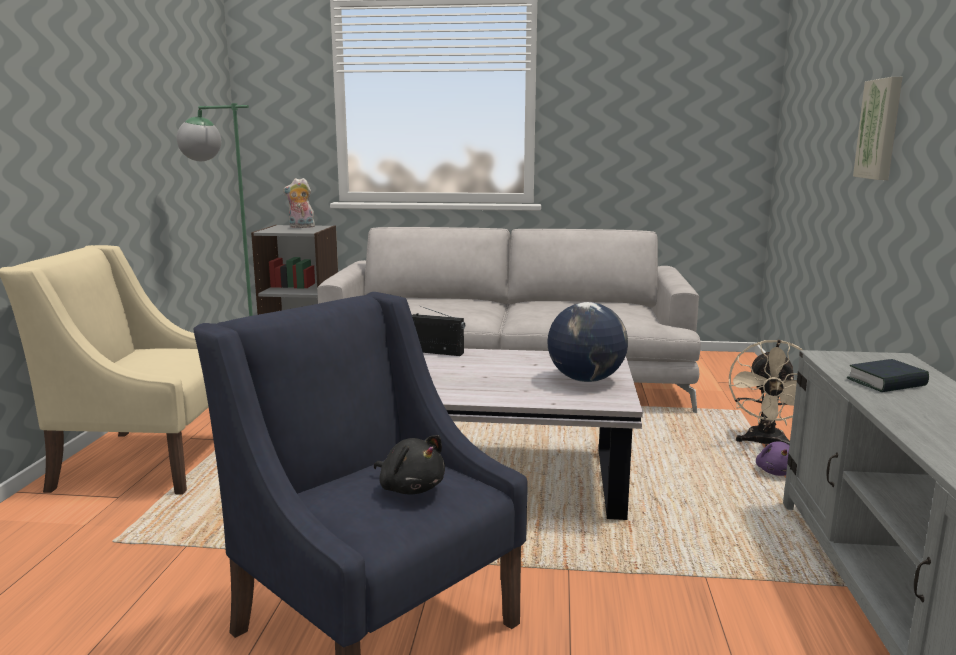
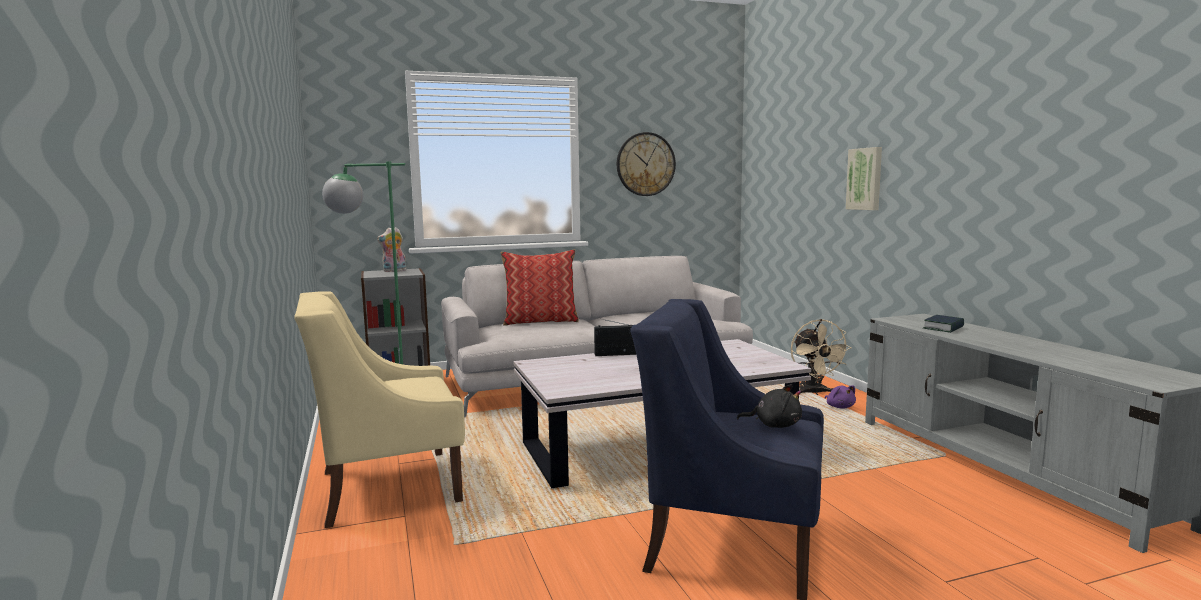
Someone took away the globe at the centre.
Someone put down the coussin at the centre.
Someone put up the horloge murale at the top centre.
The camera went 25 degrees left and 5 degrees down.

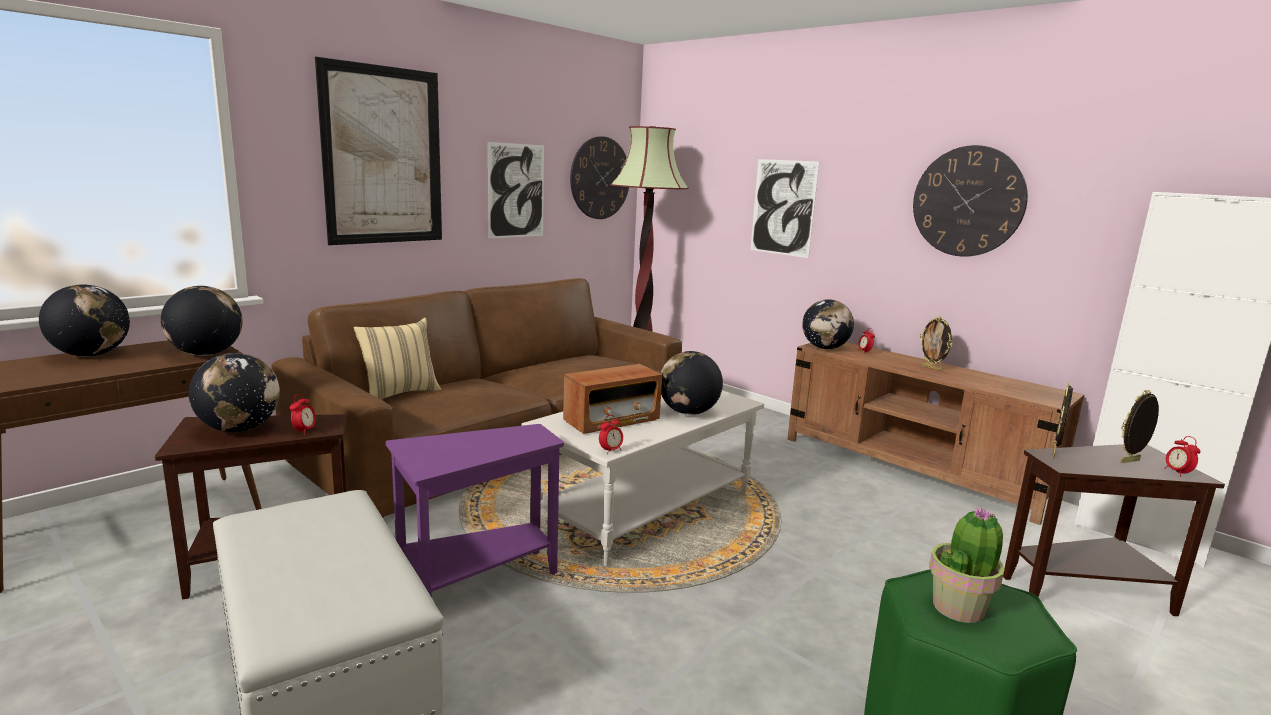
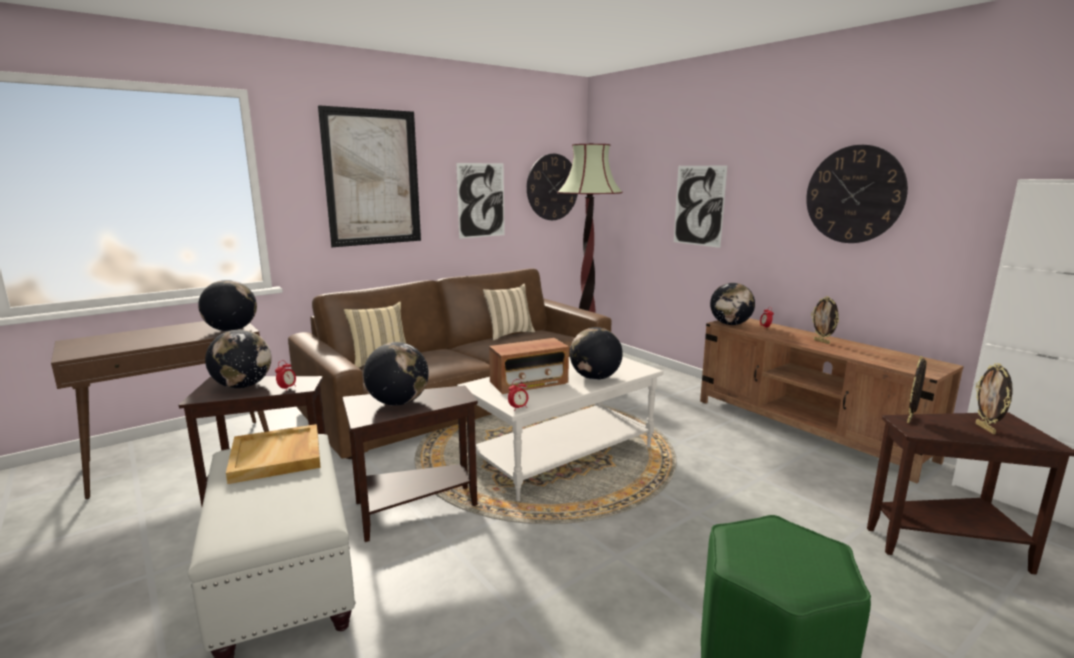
Someone carried the globe (1st from left in the first image) from the middle left to the centre.
Someone repainted the table d'appoint (violet) at the bottom centre, which became the table d'appoint (marron) (2nd from left) at the bottom centre.
Someone took away the plante en pot at the bottom right.
Someone rotated the cadre photo (3rd from left) at the middle right by 75 degrees counterclockwise.
Someone took away the réveil (4th from left) at the middle right.
Someone put down the plateau (beige) at the bottom left.
Someone put down the coussin (beige) (2nd from left) at the centre.
The camera went 10 degrees right and 0 degrees up.

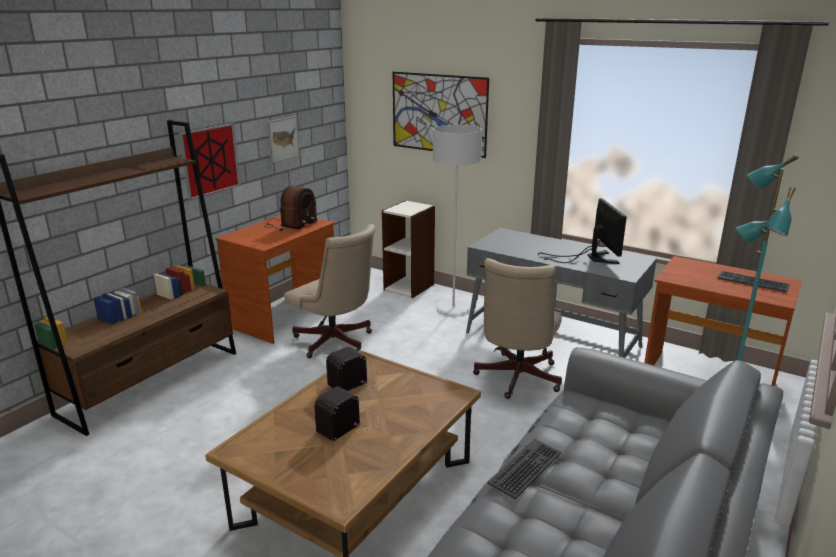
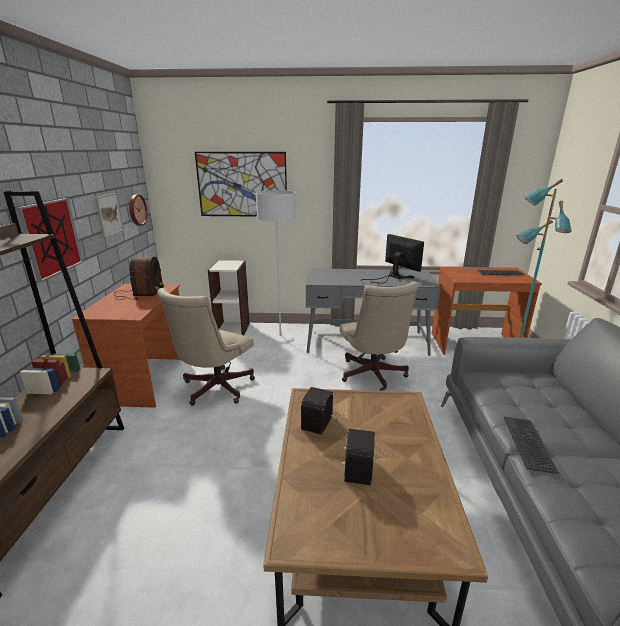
Someone rotated the chaise de bureau (beige) (1st from left) at the centre by 105 degrees clockwise.
Someone put up the horloge murale at the middle left.
The camera went 30 degrees left and 0 degrees up.

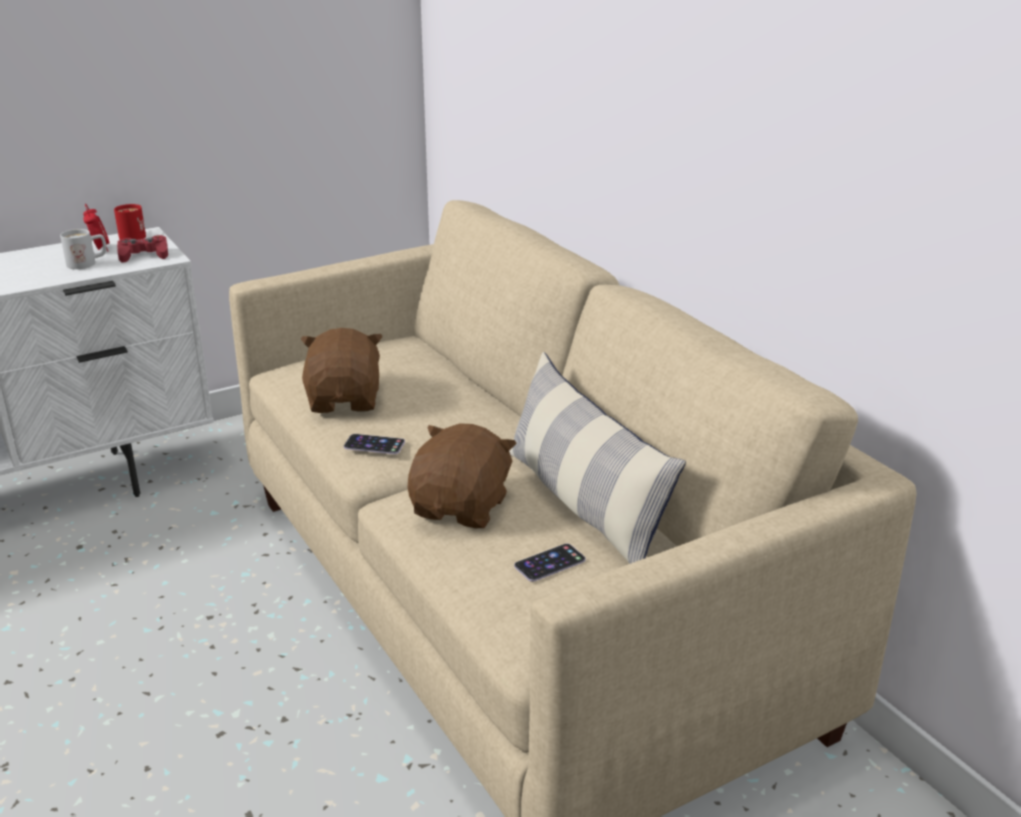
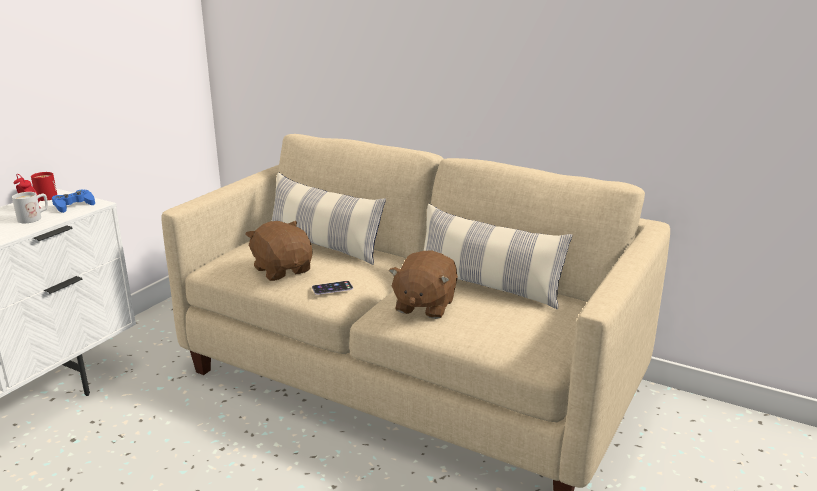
Someone repainted the manette (rouge) at the top left, which became the manette (bleu) at the middle left.
Someone rotated the peluche (marron) (2nd from left) at the centre by 150 degrees counterclockwise.
Someone took away the téléphone (2nd from left) at the bottom centre.
Someone put down the coussin (1st from left) at the centre.
The camera went 30 degrees left and 5 degrees down.

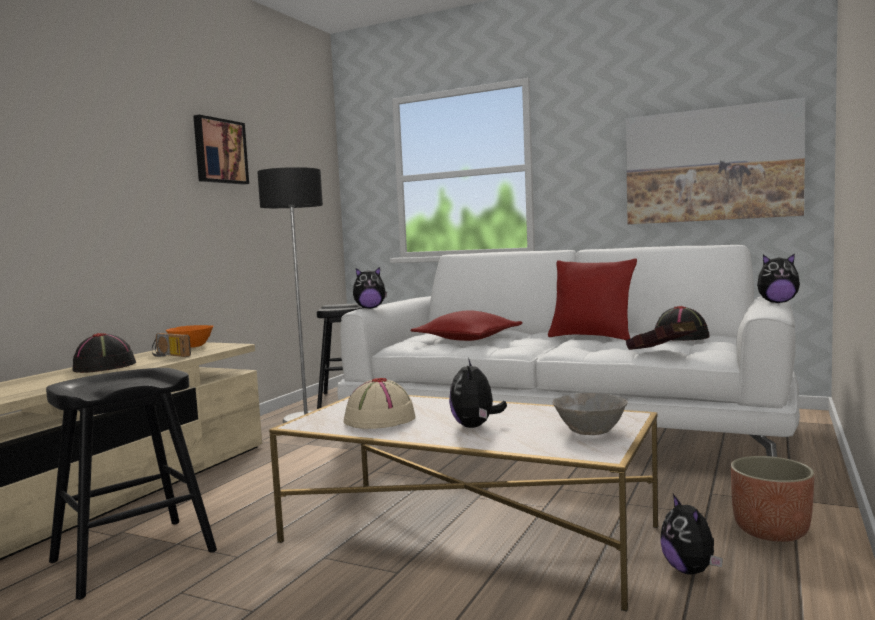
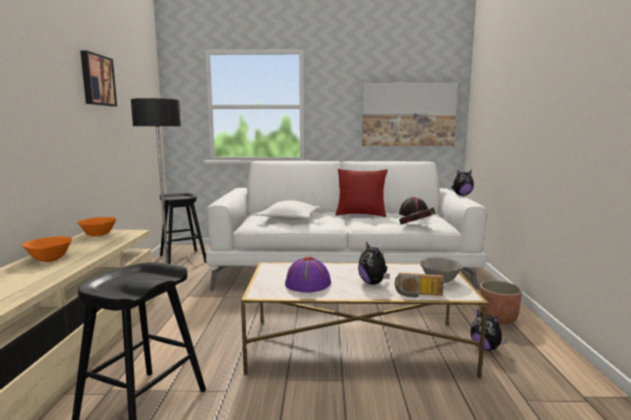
Someone swapped the chapeau (noir) (1st from left) at the middle left for the bol (orange) (1st from left) at the middle left.
Someone carried the radio from the middle left to the bottom centre.
Someone repainted the chapeau (beige) at the centre, which became the chapeau (violet) at the centre.
Someone took away the peluche (1st from left) at the centre.
Someone repainted the coussin (rouge) (1st from left) at the centre, which became the coussin (blanc) at the centre.
The camera went 25 degrees left and 5 degrees up.

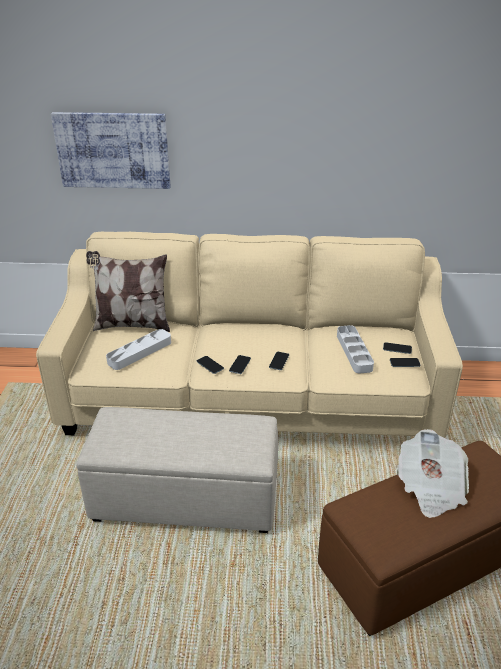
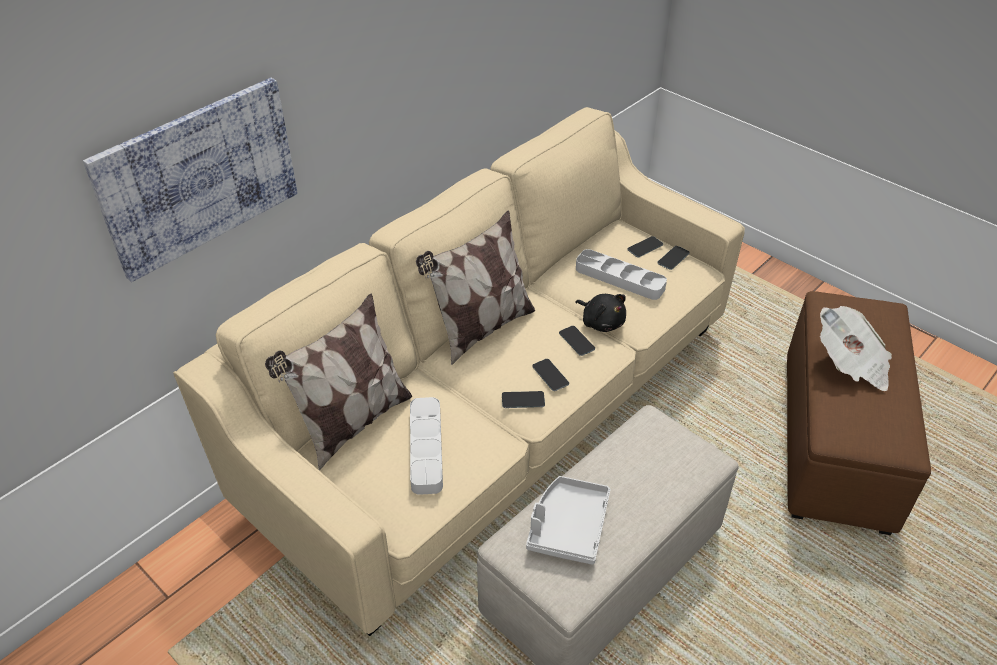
Someone put down the coussin (2nd from left) at the centre.
Someone put down the plateau (gris) (2nd from left) at the bottom centre.
Someone put down the peluche (noir) at the centre.
The camera went 50 degrees left and 10 degrees up.

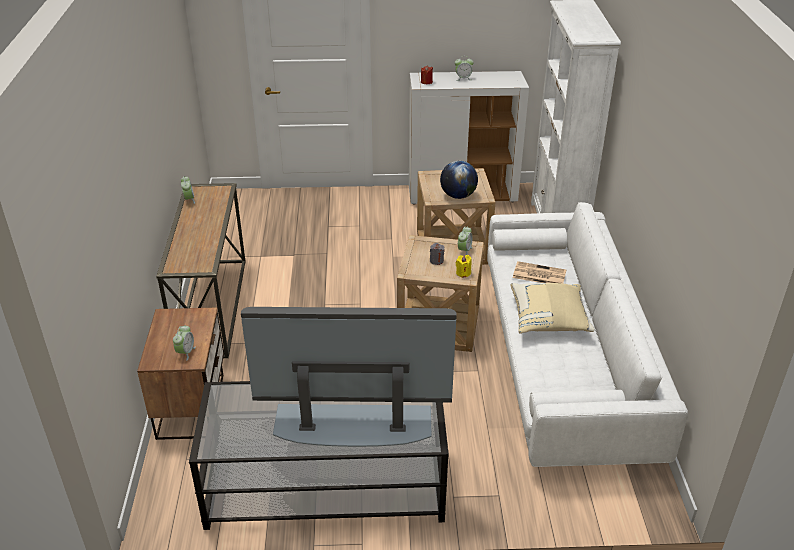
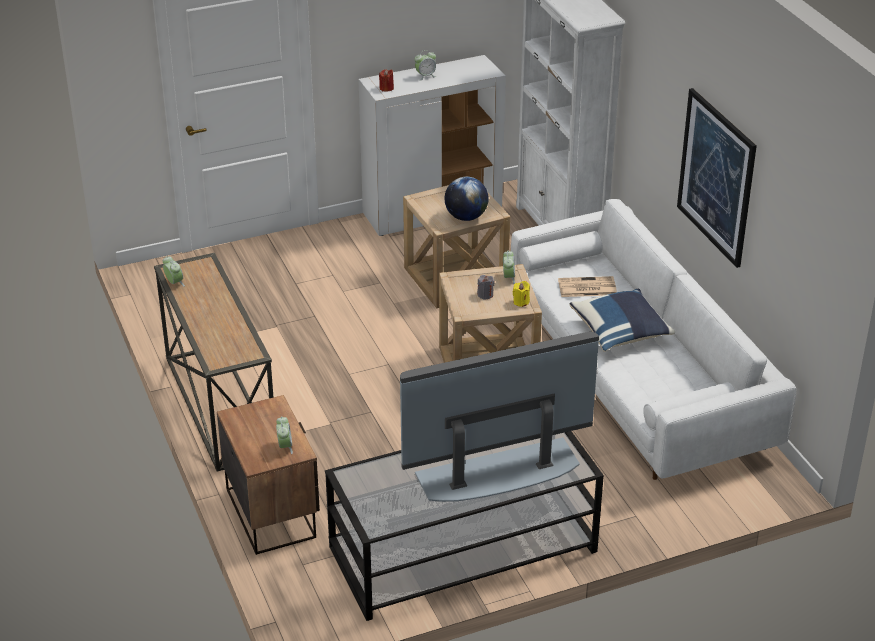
Someone repainted the coussin (beige) at the middle right, which became the coussin (bleu) at the middle right.
Someone put up the tableau at the top right.
The camera went 20 degrees left and 0 degrees up.

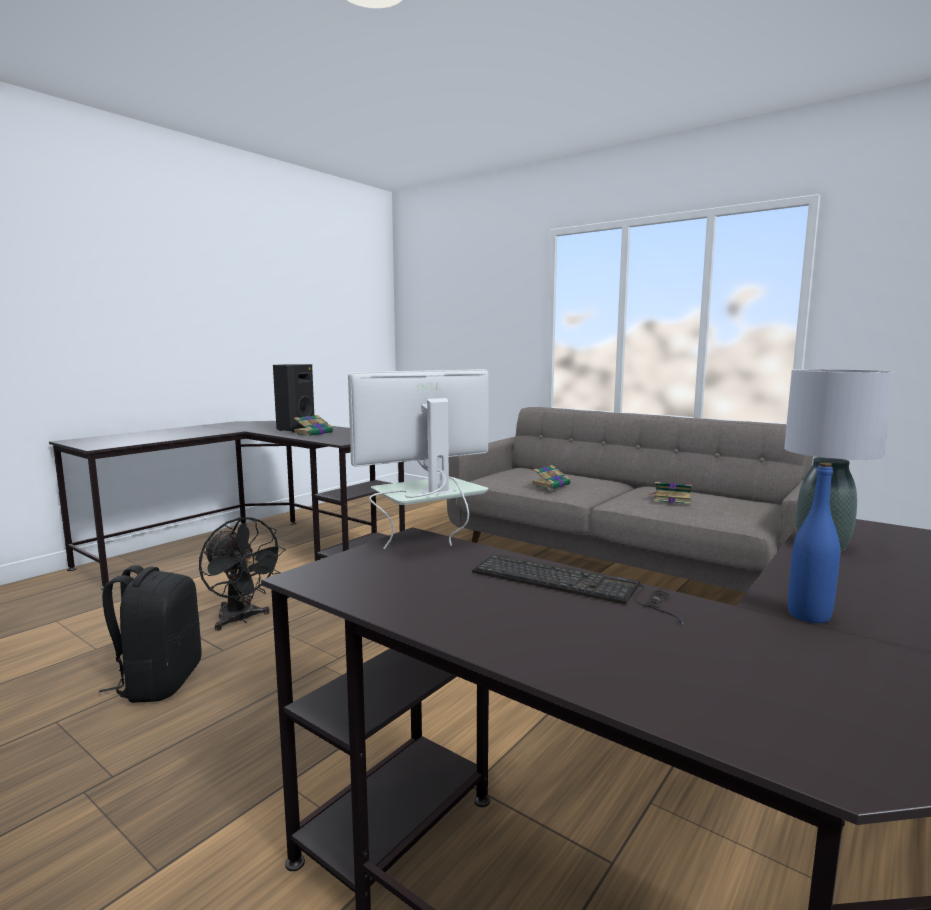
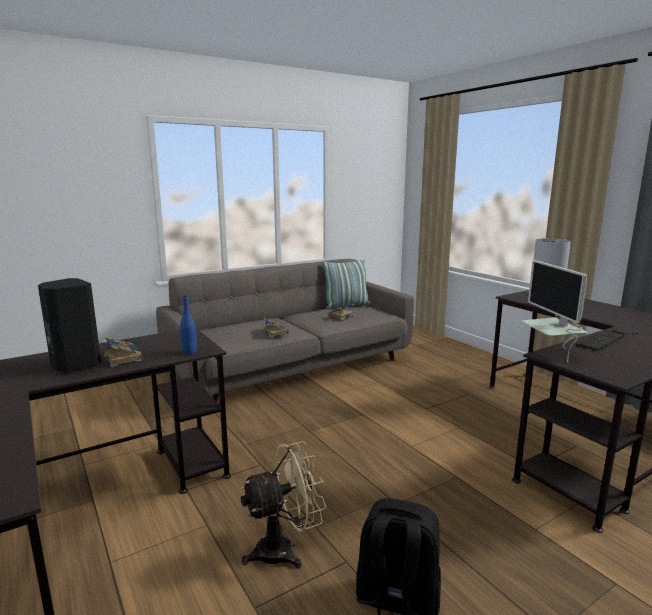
Someone repainted the ventilateur (noir) at the middle left, which became the ventilateur (beige) at the bottom centre.
Someone carried the bouteille (bleu) from the middle right to the middle left.
Someone put down the coussin at the centre.
The camera went 70 degrees left and 5 degrees up.

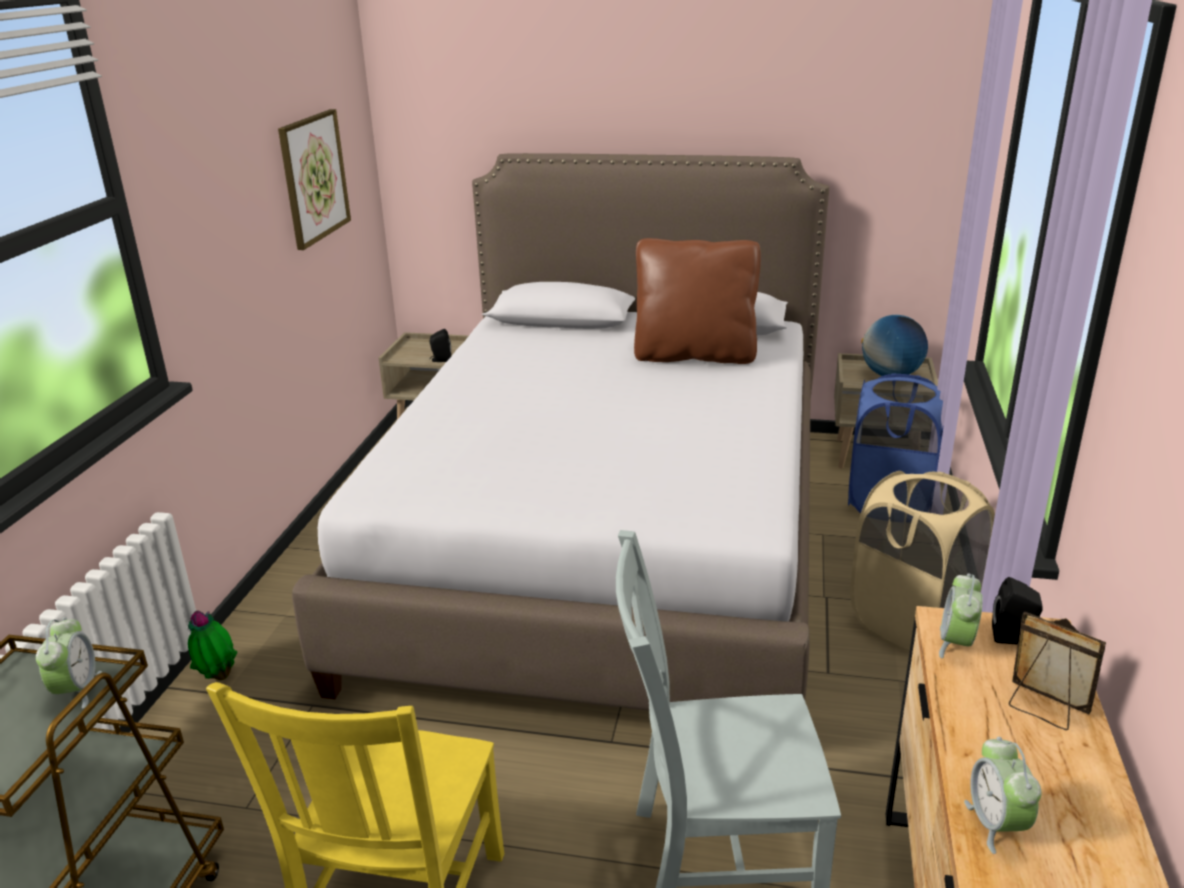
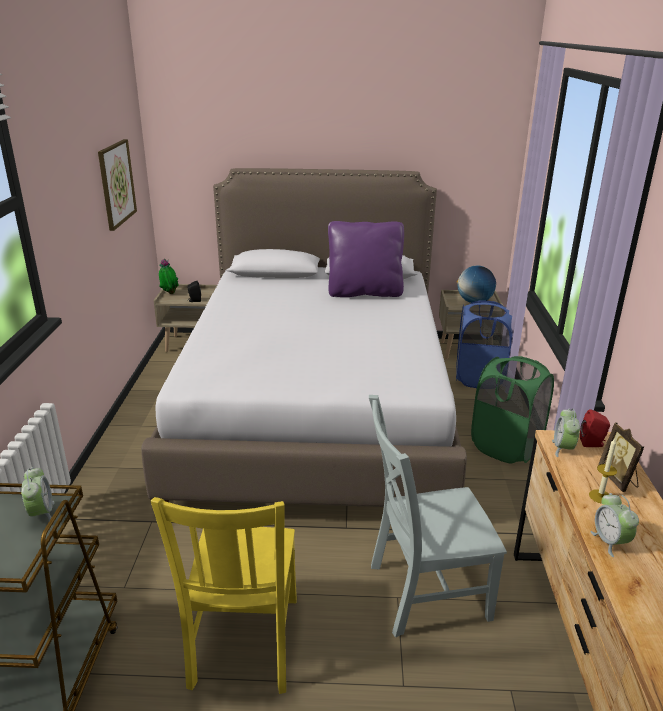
Someone carried the plante en pot from the bottom left to the middle left.
Someone repainted the coussin (marron) at the centre, which became the coussin (violet) at the centre.
Someone repainted the panier à linge (beige) at the middle right, which became the panier à linge (vert) at the middle right.
Someone repainted the enceinte (noir) (2nd from left) at the bottom right, which became the enceinte (rouge) at the middle right.
Someone rotated the cadre photo at the bottom right by 135 degrees counterclockwise.
Someone put down the bougie at the middle right.
The camera went 10 degrees left and 0 degrees up.

